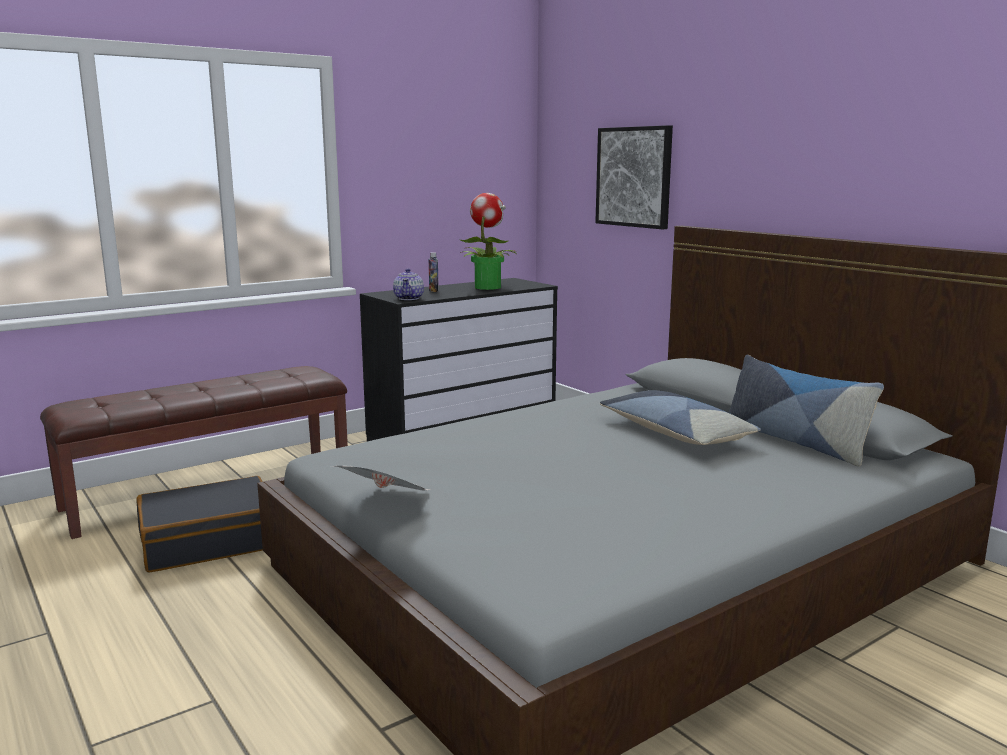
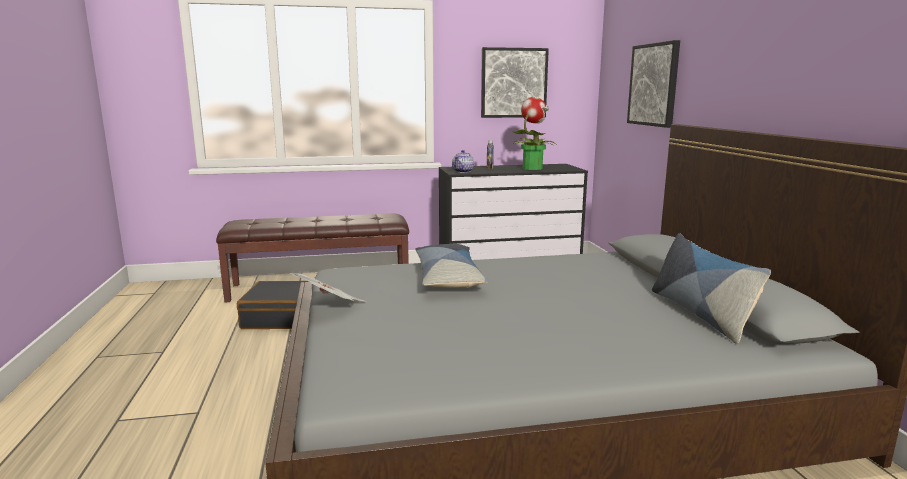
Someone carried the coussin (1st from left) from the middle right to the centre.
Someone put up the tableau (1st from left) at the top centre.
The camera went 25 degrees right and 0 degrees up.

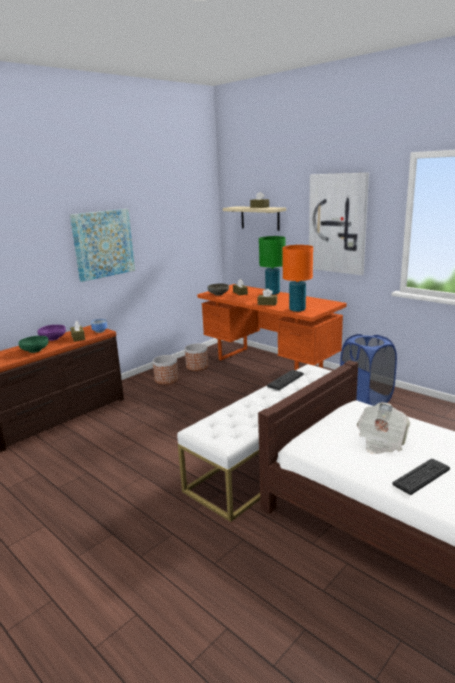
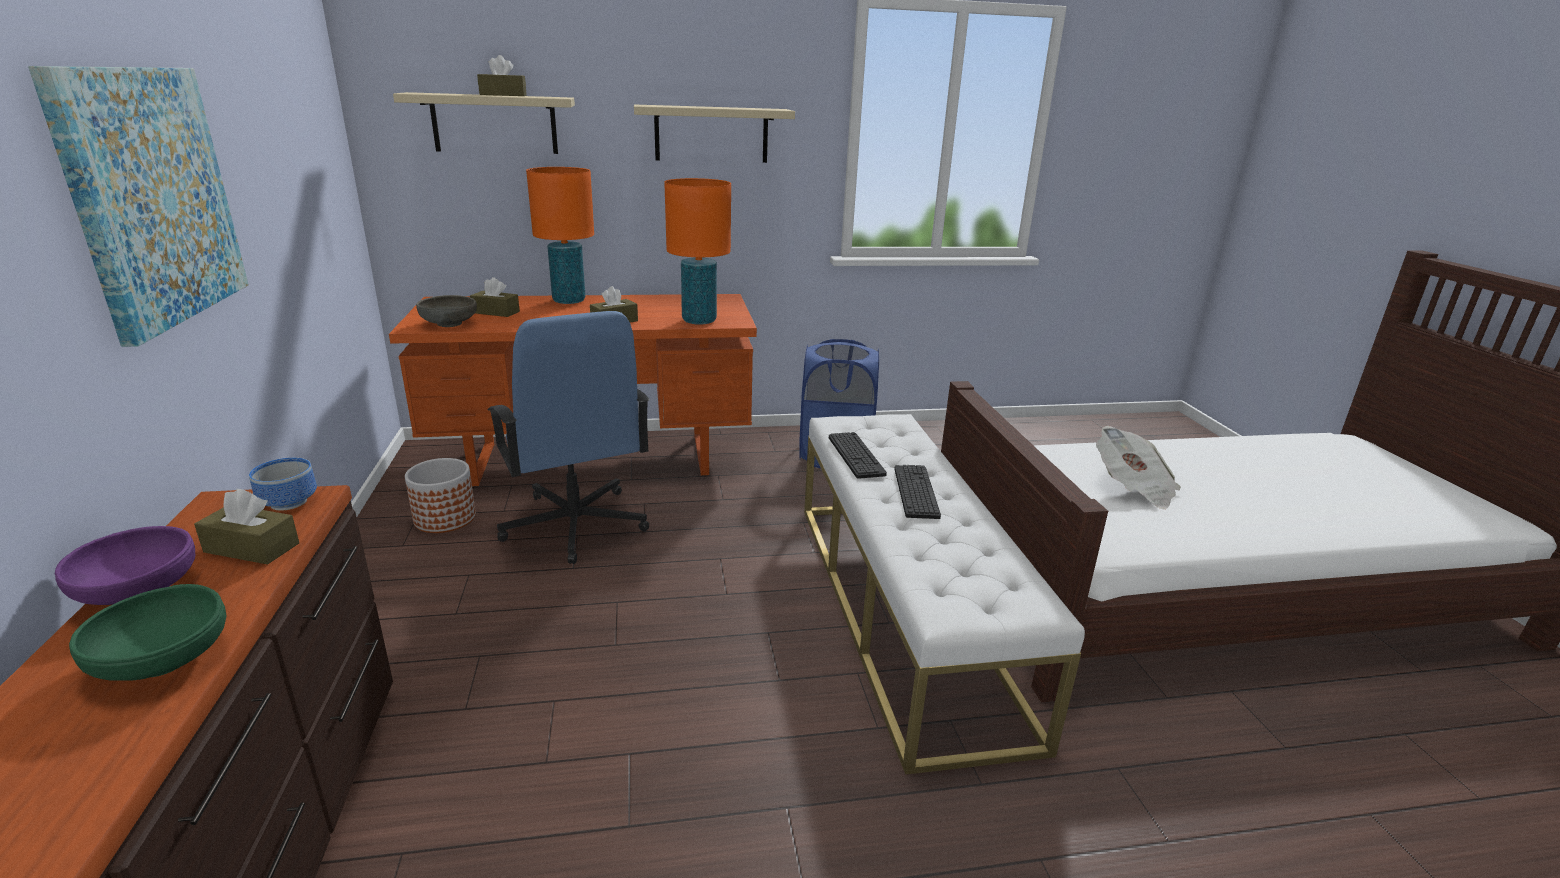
Someone took away the cache-pot (1st from left) at the centre.
Someone repainted the lampe de table (vert) at the centre, which became the lampe de table (orange) (1st from left) at the top centre.
Someone swapped the tableau (2nd from left) at the top right for the étagère (beige) (2nd from left) at the top centre.
Someone carried the clavier (2nd from left) from the bottom right to the centre.
Someone put down the chaise de bureau (bleu) at the centre.
The camera went 55 degrees left and 5 degrees up.

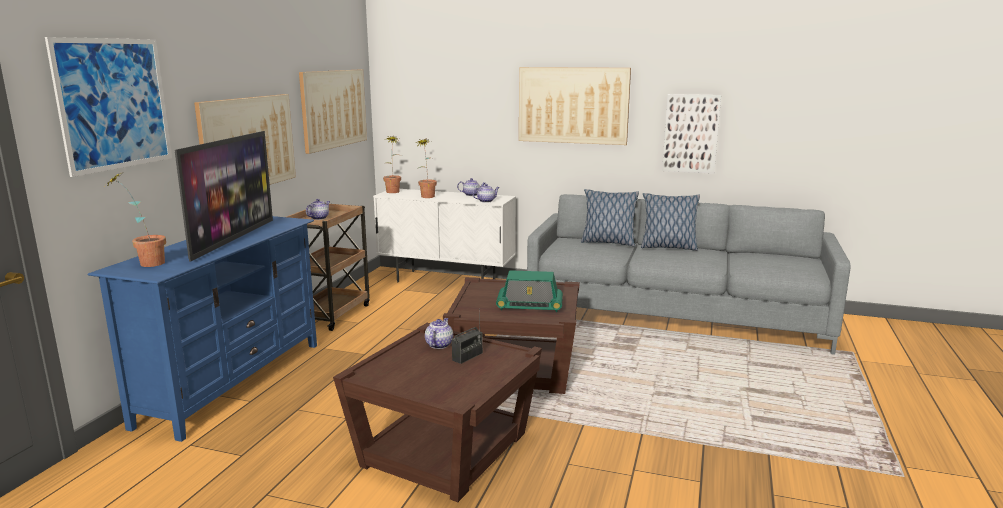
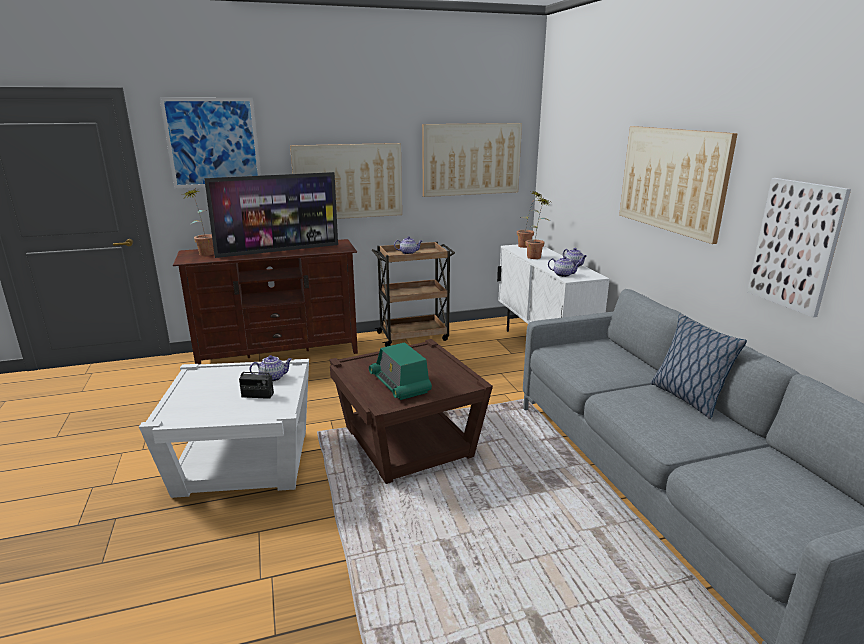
Someone repainted the meuble télé (bleu) at the middle left, which became the meuble télé (marron) at the middle left.
Someone repainted the table d'appoint (marron) (1st from left) at the bottom centre, which became the table d'appoint (blanc) at the middle left.
Someone took away the coussin (1st from left) at the centre.
The camera went 55 degrees right and 5 degrees up.

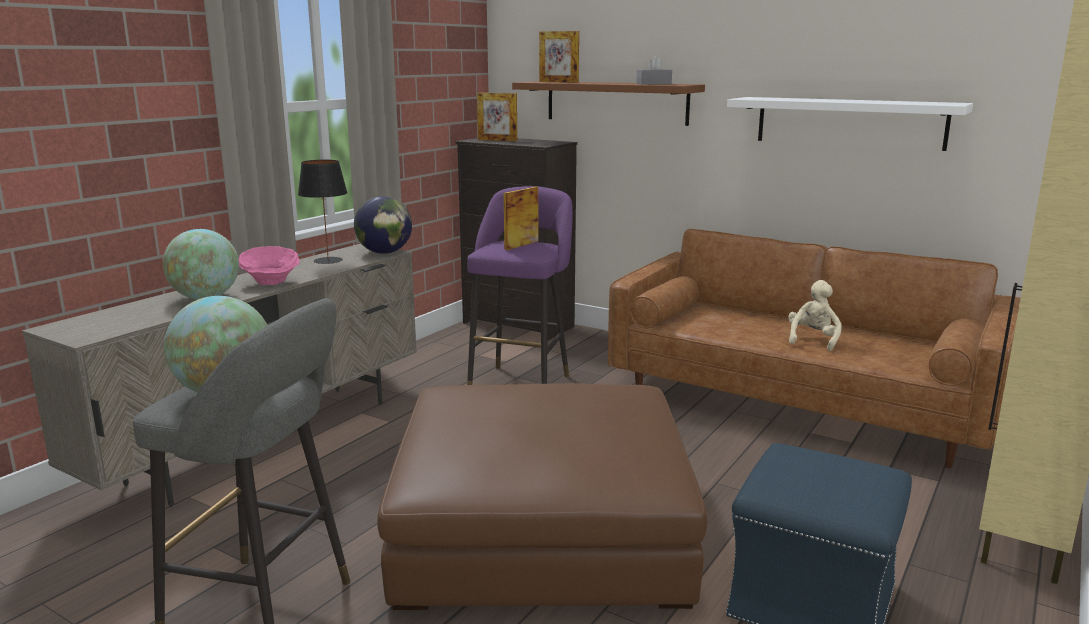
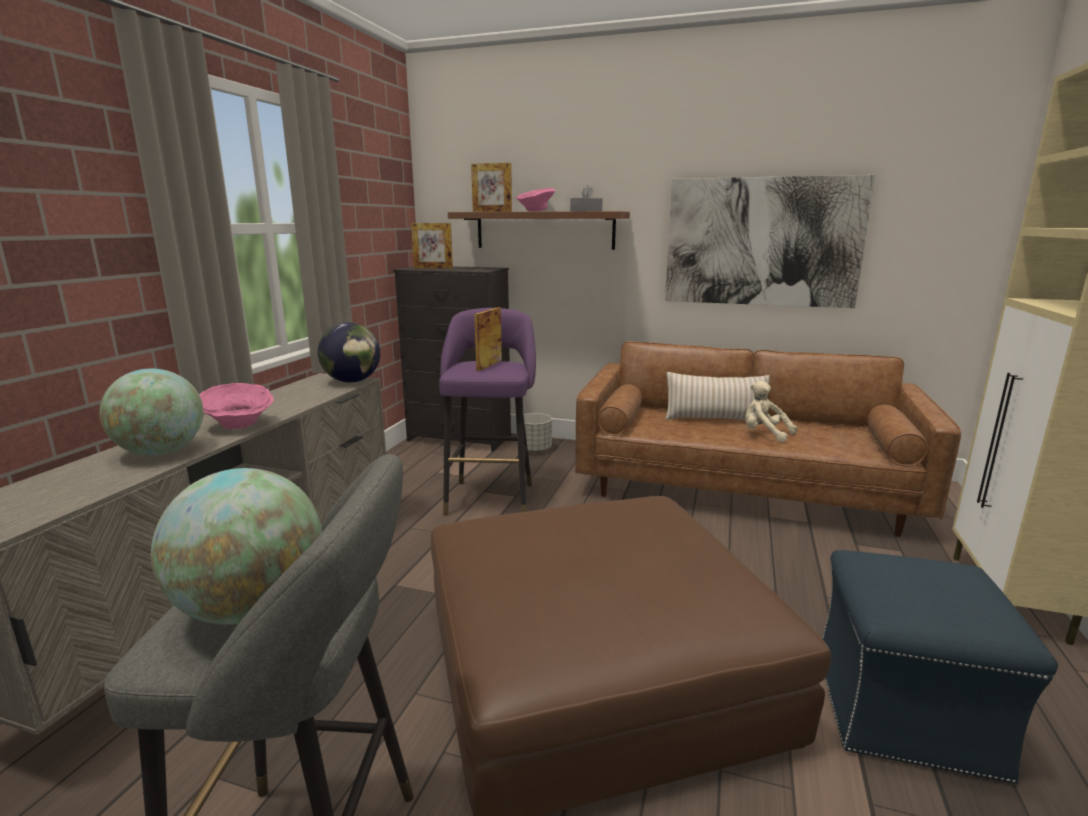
Someone took away the lampe de table (noir) at the middle left.
Someone swapped the étagère (blanc) at the top right for the tableau at the top right.
Someone rotated the peluche (beige) at the middle right by 60 degrees counterclockwise.
Someone put down the bol (rose) (2nd from left) at the top centre.
Someone put down the cache-pot (gris) at the centre.
Someone put down the coussin (beige) at the centre.
The camera went 15 degrees left and 0 degrees up.

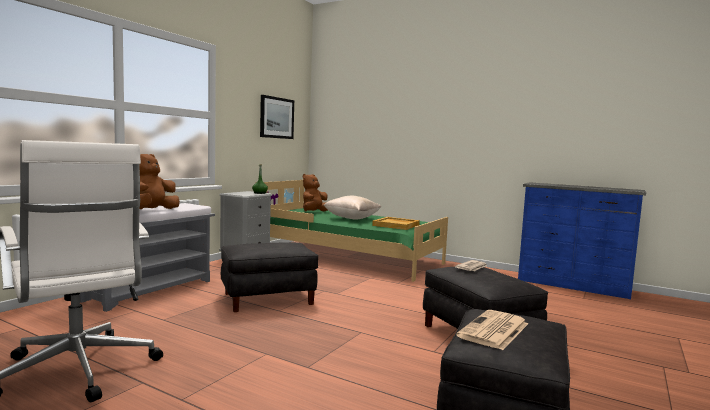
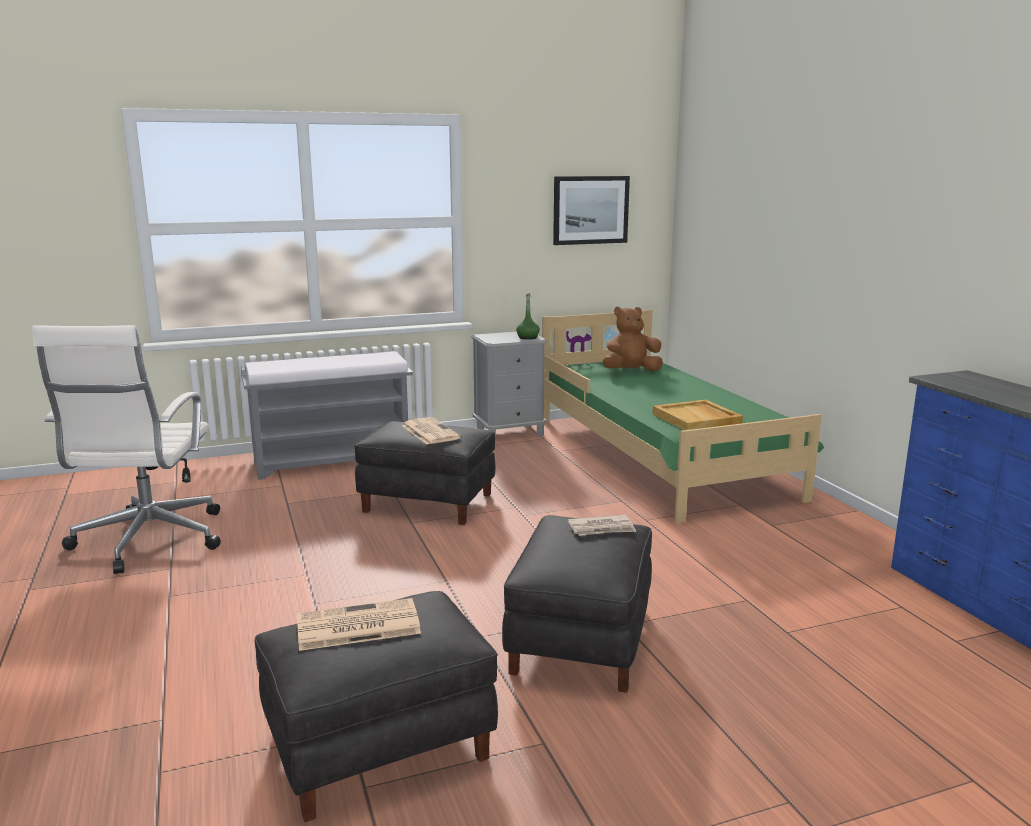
Someone took away the peluche (marron) (1st from left) at the middle left.
Someone took away the coussin (beige) at the centre.
Someone put down the journal (2nd from left) at the centre.
The camera went 40 degrees right and 10 degrees up.

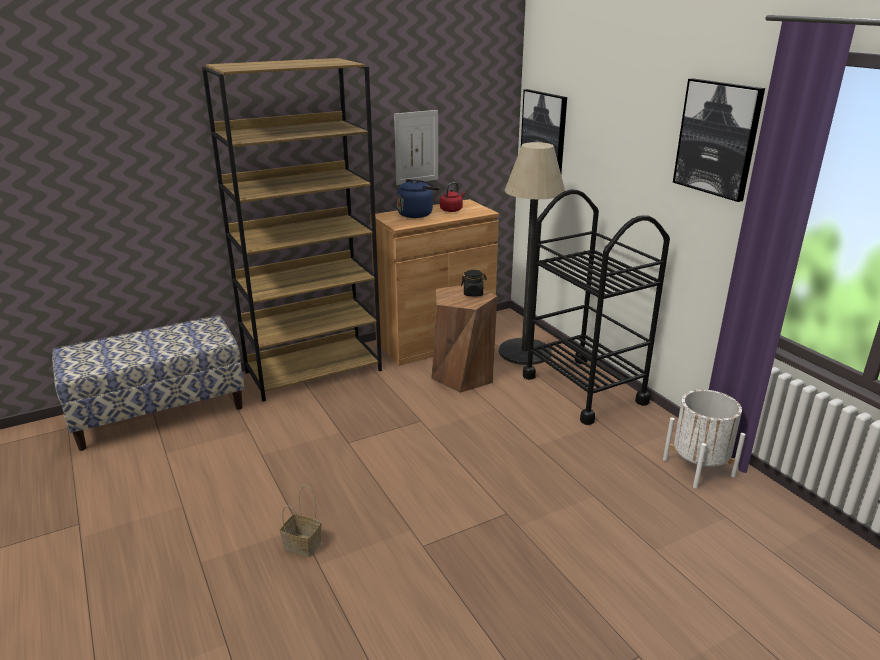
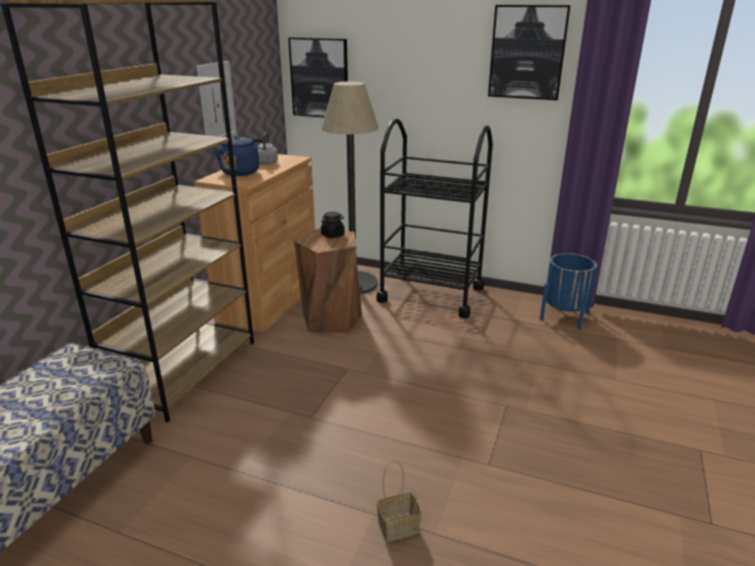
Someone repainted the bouilloire (rouge) at the top centre, which became the bouilloire (gris) at the top centre.
Someone repainted the cache-pot (blanc) at the middle right, which became the cache-pot (bleu) at the middle right.
The camera went 40 degrees left and 0 degrees up.

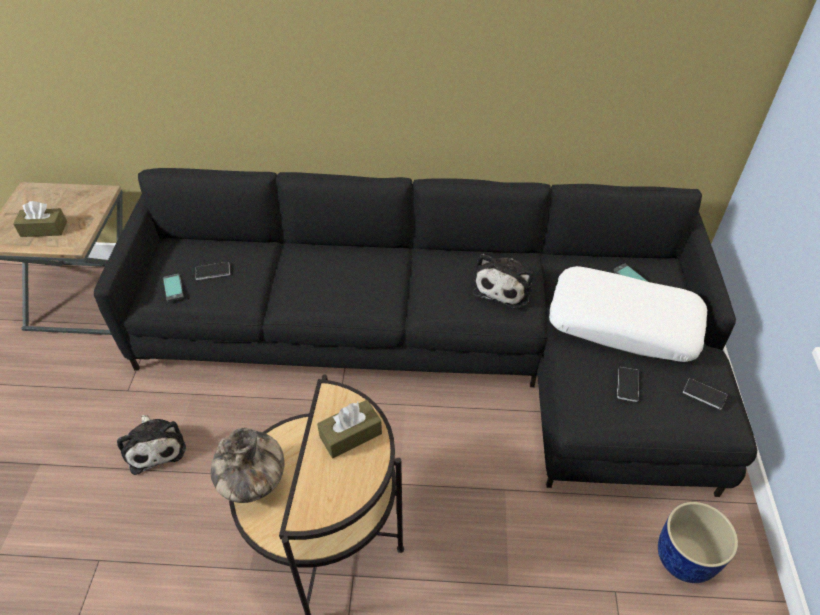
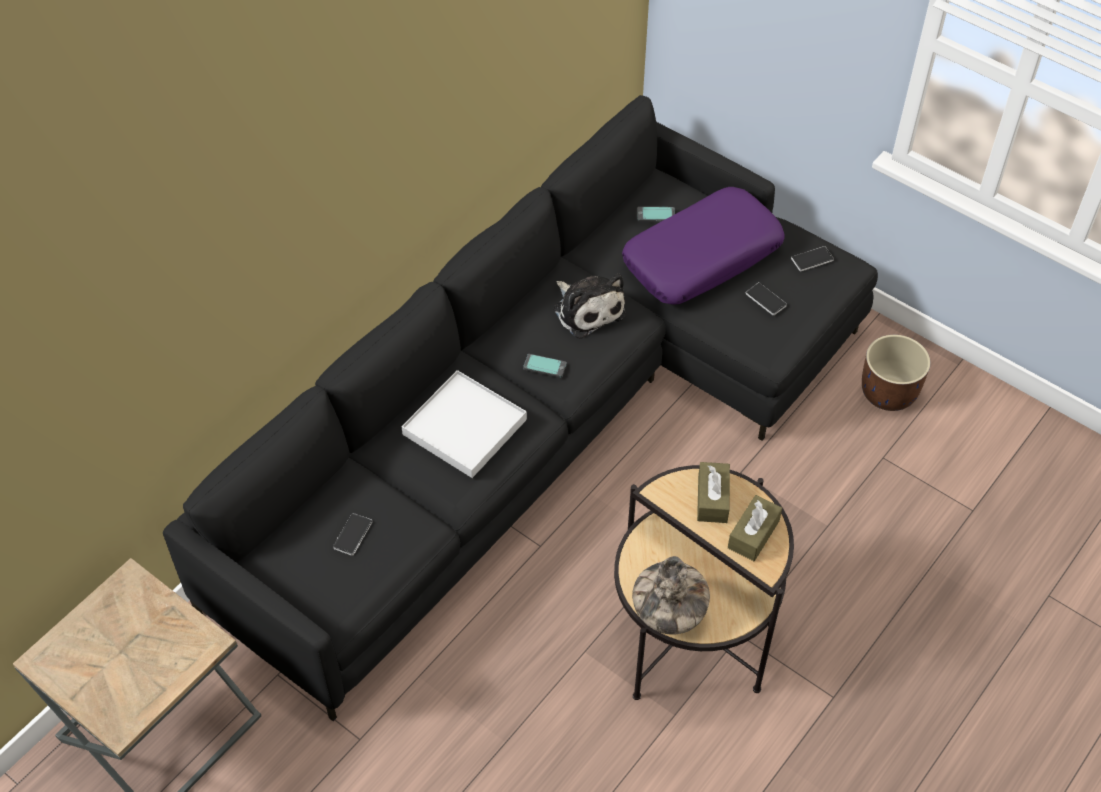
Someone carried the boîte à mouchoirs (marron) (1st from left in the first image) from the middle left to the bottom right.
Someone took away the peluche (1st from left) at the bottom left.
Someone carried the téléphone (1st from left in the first image) from the middle left to the centre.
Someone repainted the coussin (blanc) at the middle right, which became the coussin (violet) at the top centre.
Someone repainted the cache-pot (bleu) at the bottom right, which became the cache-pot (marron) at the middle right.
Someone put down the plateau (blanc) at the centre.
The camera went 55 degrees left and 5 degrees up.

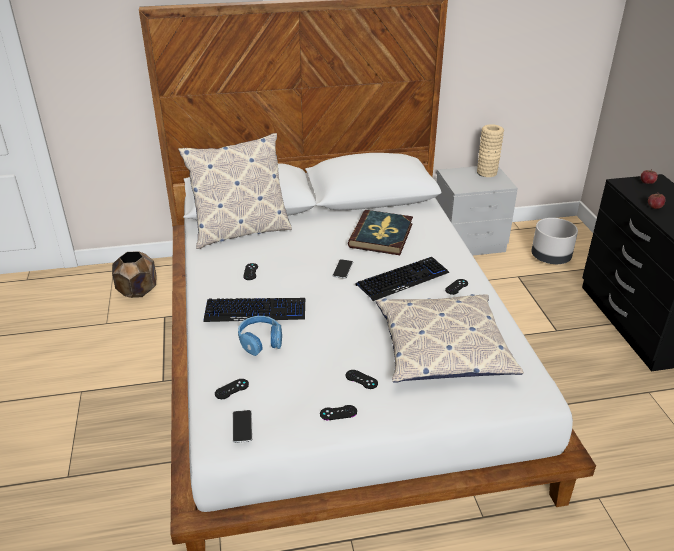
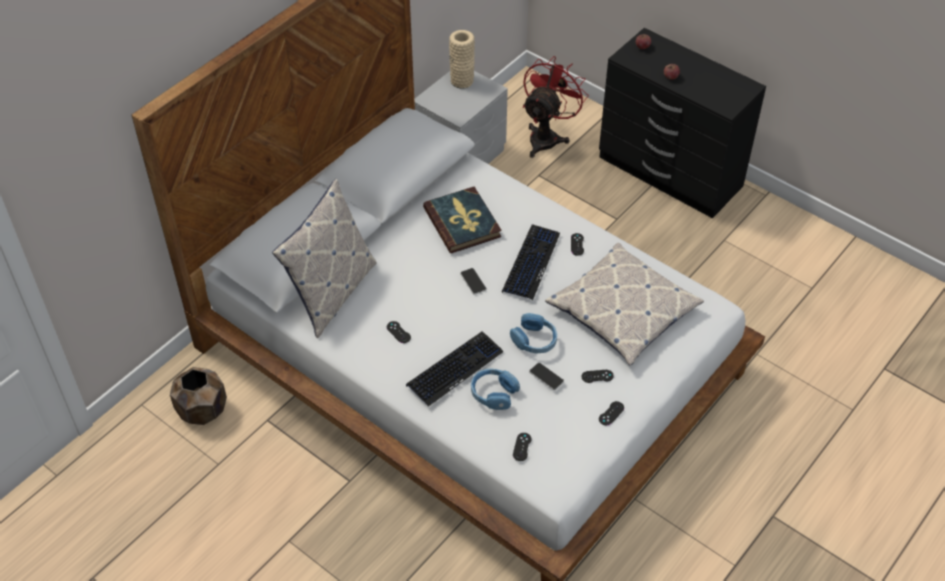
Someone carried the téléphone (1st from left in the first image) from the bottom centre to the centre.
Someone swapped the cache-pot (gris) at the middle right for the ventilateur (rouge) at the top centre.
Someone put down the casque audio (bleu) (2nd from left) at the centre.
The camera went 40 degrees left and 15 degrees up.

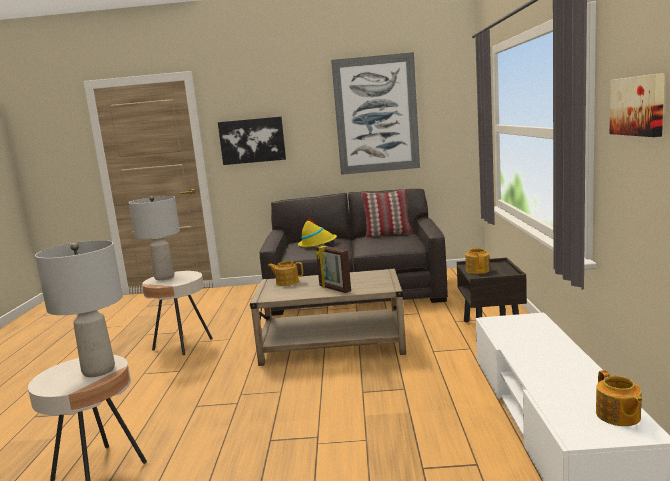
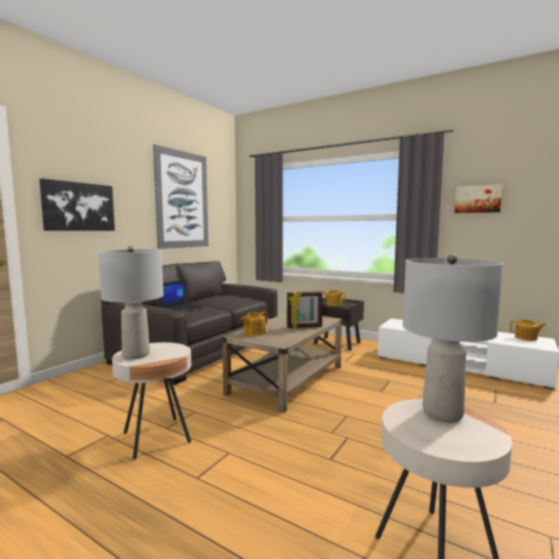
Someone swapped the chapeau (jaune) at the centre for the ordinateur portable at the middle left.
Someone took away the coussin at the centre.
The camera went 60 degrees left and 5 degrees down.

